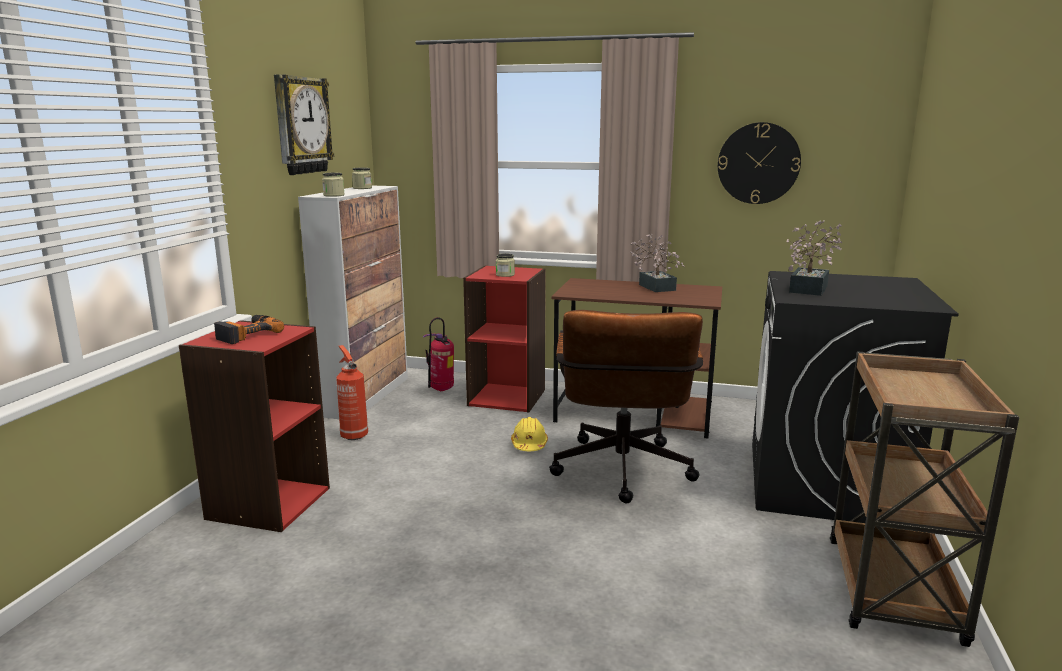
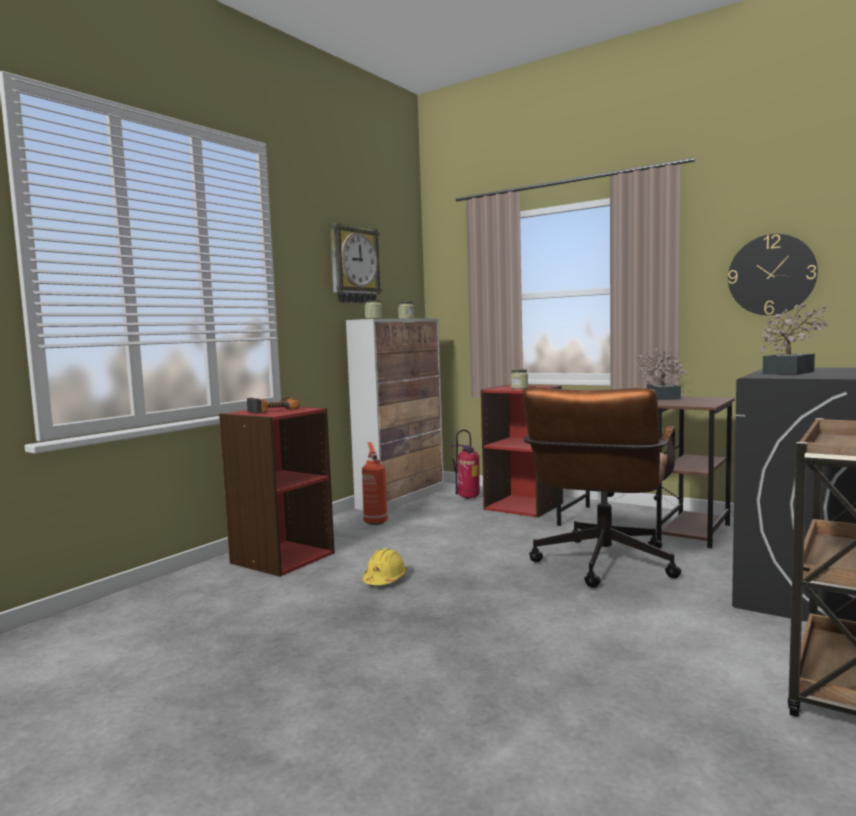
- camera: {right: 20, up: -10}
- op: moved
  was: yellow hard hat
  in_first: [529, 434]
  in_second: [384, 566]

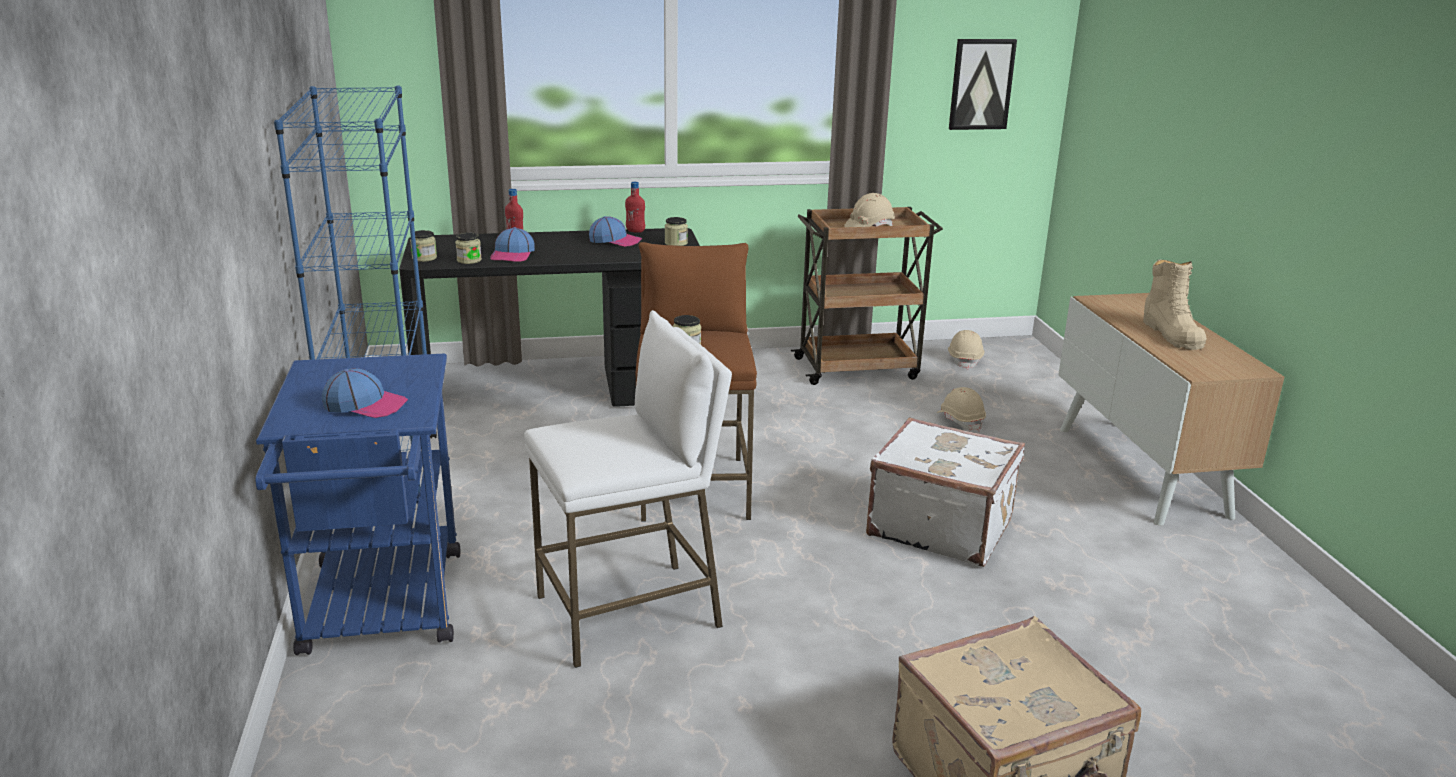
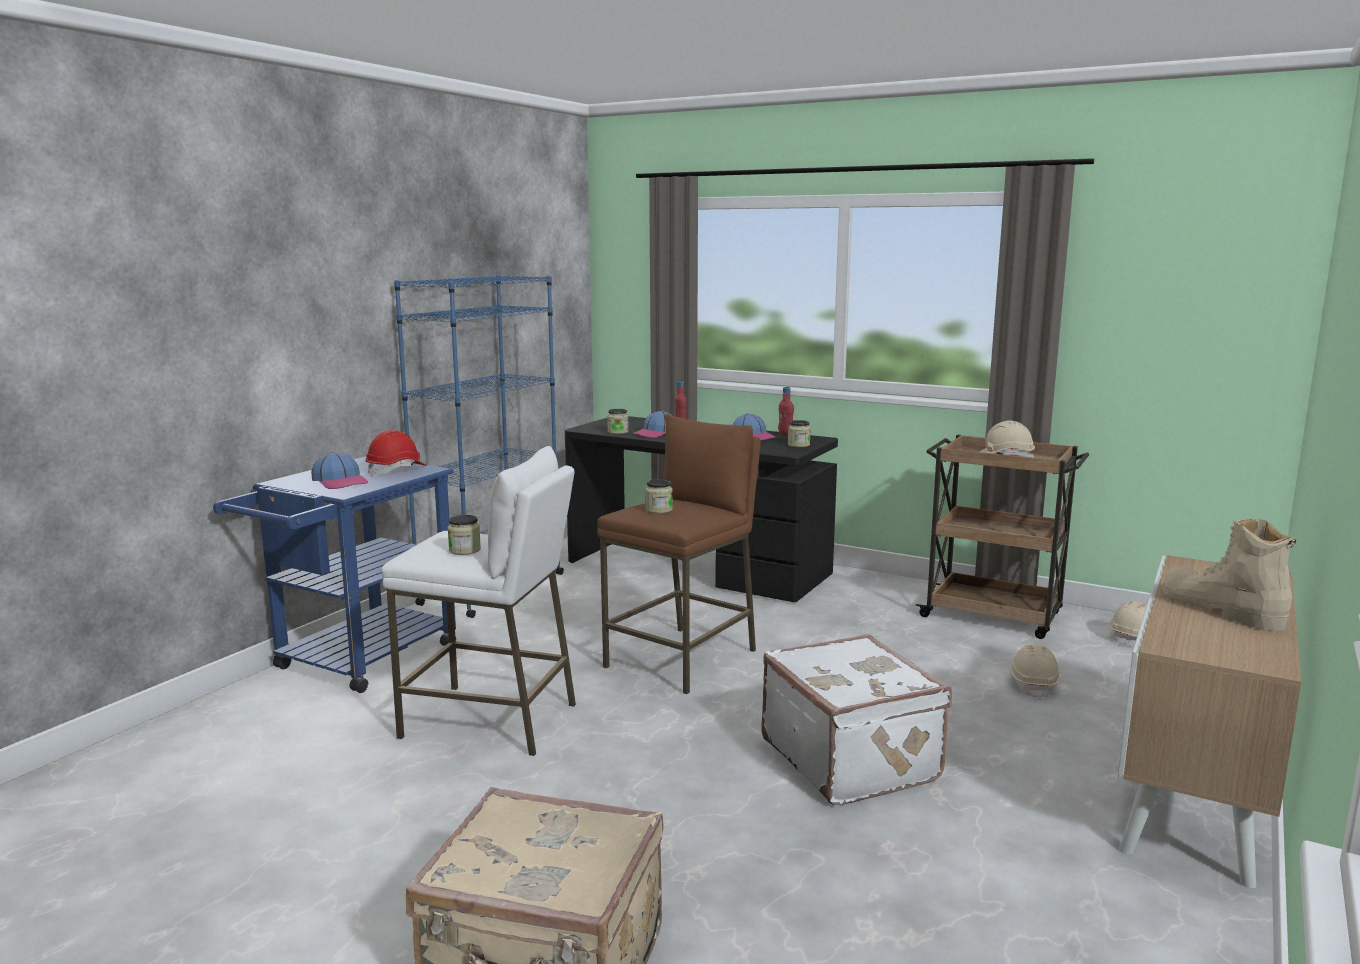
- camera: {right: 40, up: -10}
- op: moved
  was: jar
  in_first: [423, 246]
  in_second: [464, 535]
- op: removed
  was: picture
  in_first: [983, 84]
- op: turned
  was: beige boot
  in_first: [1175, 304]
  in_second: [1229, 575]
  clockwise: 120
- op: added
  now: red hard hat
  in_second: [396, 453]

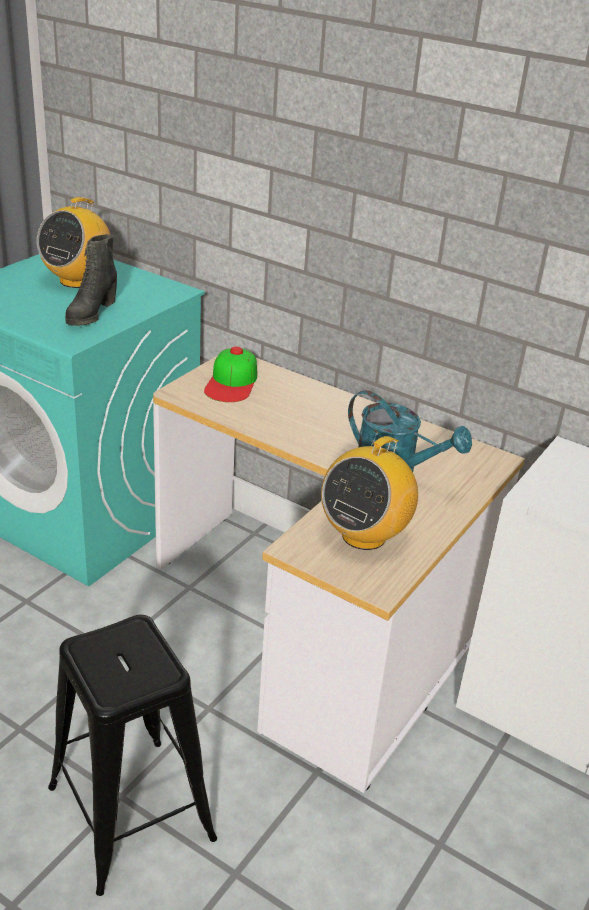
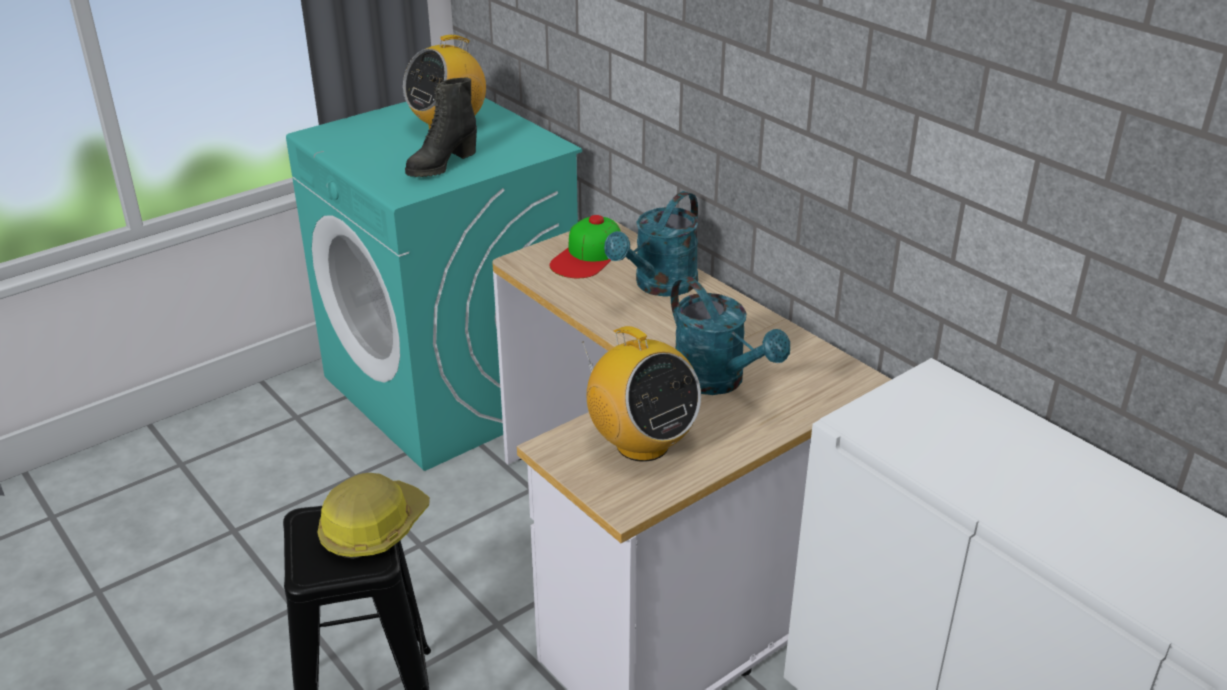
- camera: {right: 20, up: 0}
- op: turned
  was: radio
  in_first: [369, 491]
  in_second: [641, 394]
  clockwise: -90
- op: added
  now: hard hat
  in_second: [373, 516]
- op: added
  now: turquoise watering can
  in_second: [651, 244]

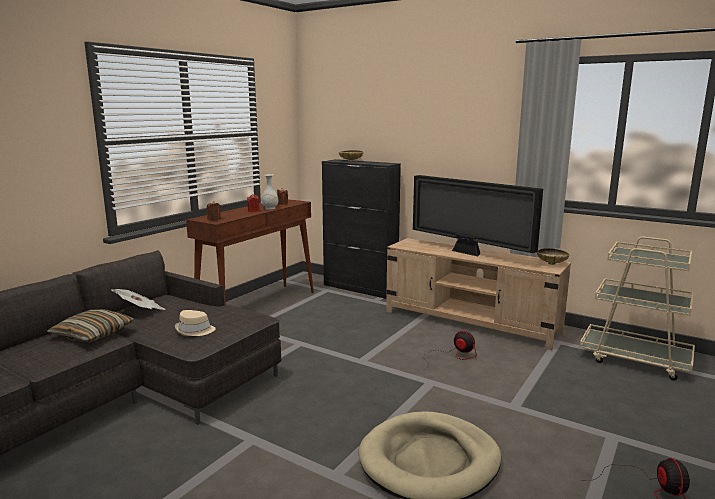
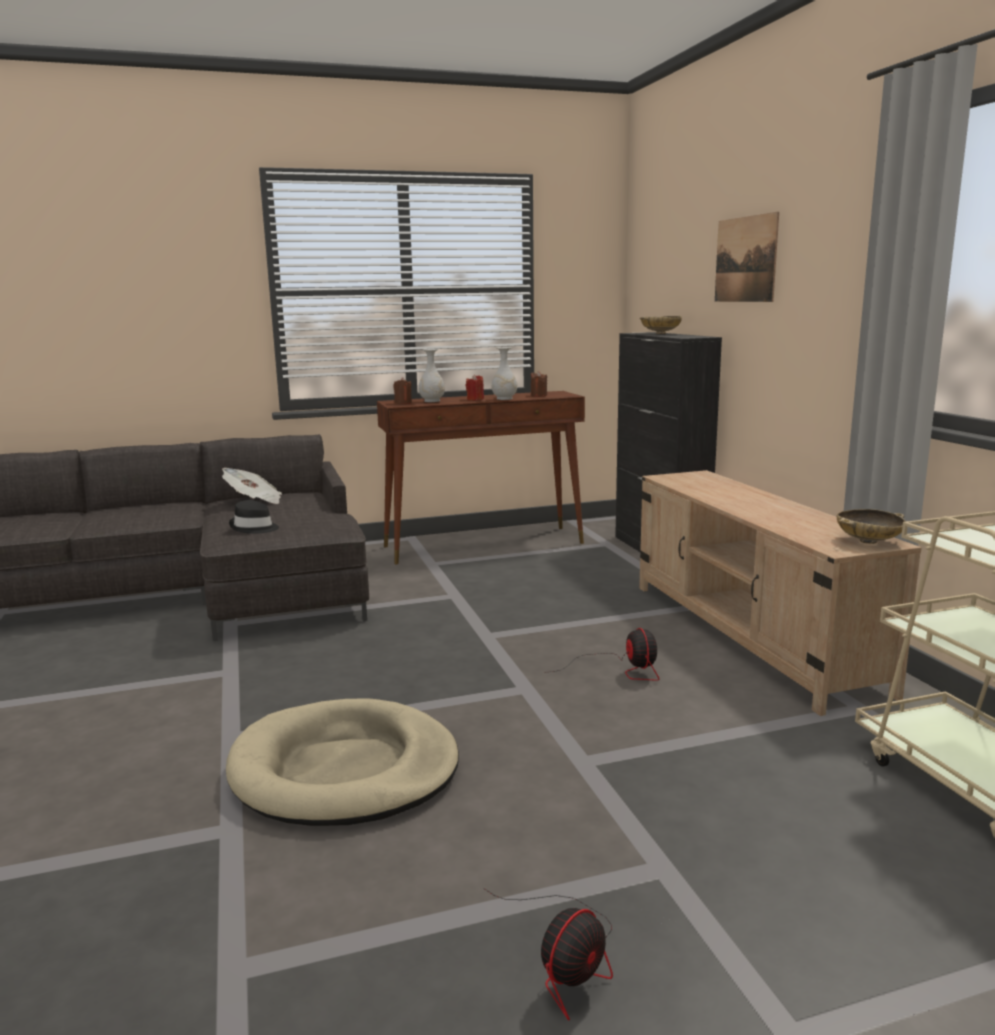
- camera: {right: 40, up: 0}
- op: removed
  was: pillow
  in_first: [90, 325]
- op: recoloured
  was: beige hat
  now: black hat
  in_first: [195, 323]
  in_second: [254, 517]
- op: removed
  was: television
  in_first: [478, 215]
- op: added
  now: white vase
  in_second: [432, 375]
- op: added
  now: picture
  in_second: [747, 257]

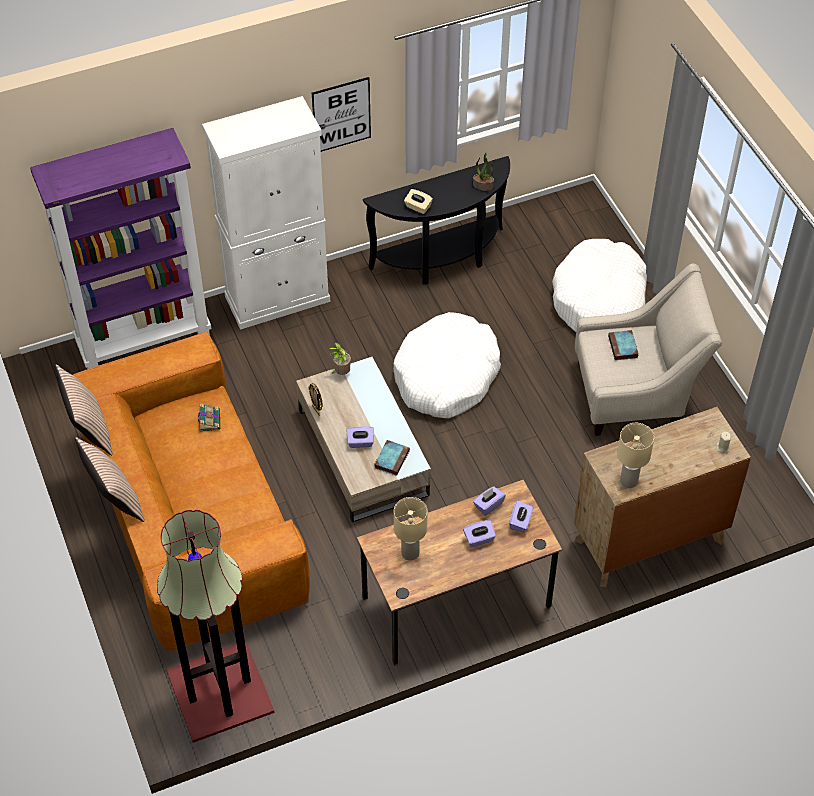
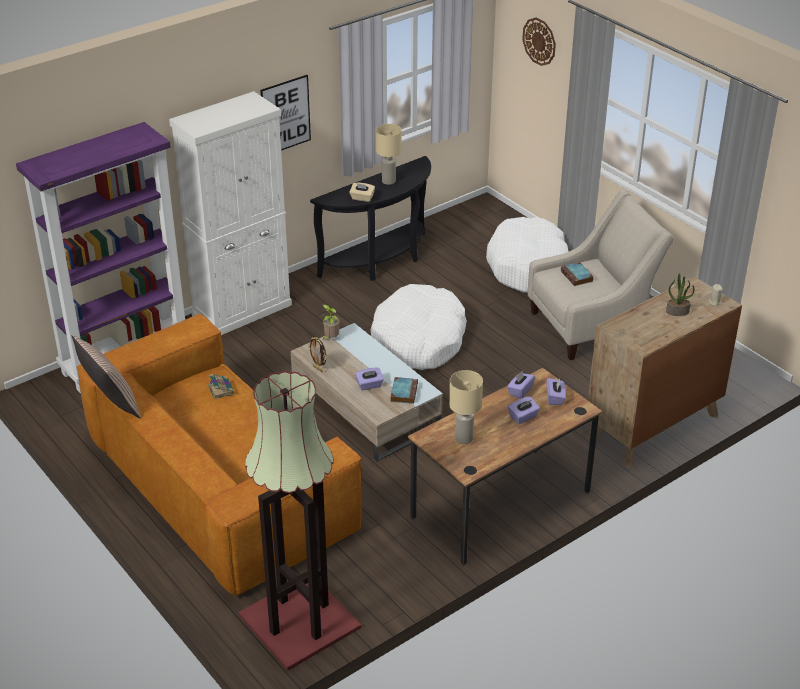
- camera: {right: -15, up: -15}
- op: removed
  was: pillow
  in_first: [110, 479]
- op: moved
  was: potted plant
  in_first: [483, 172]
  in_second: [680, 294]
- op: moved
  was: beige table lamp
  in_first: [635, 455]
  in_second: [388, 154]
- op: added
  now: wall clock
  in_second: [539, 41]

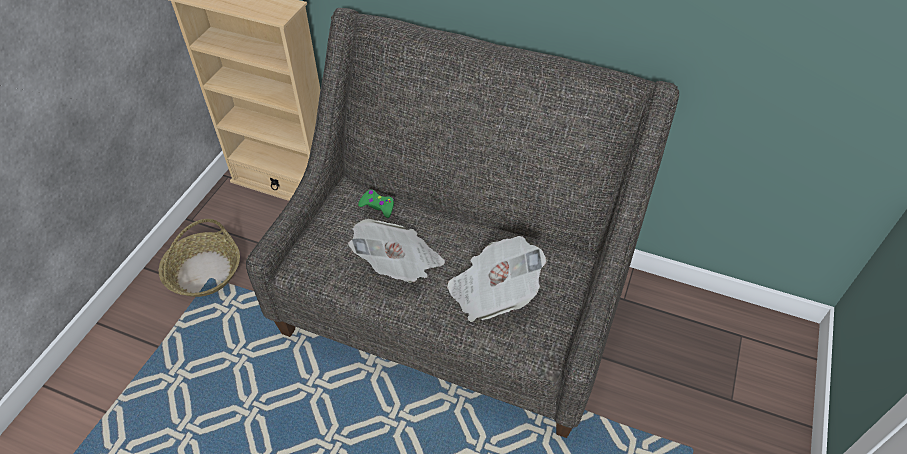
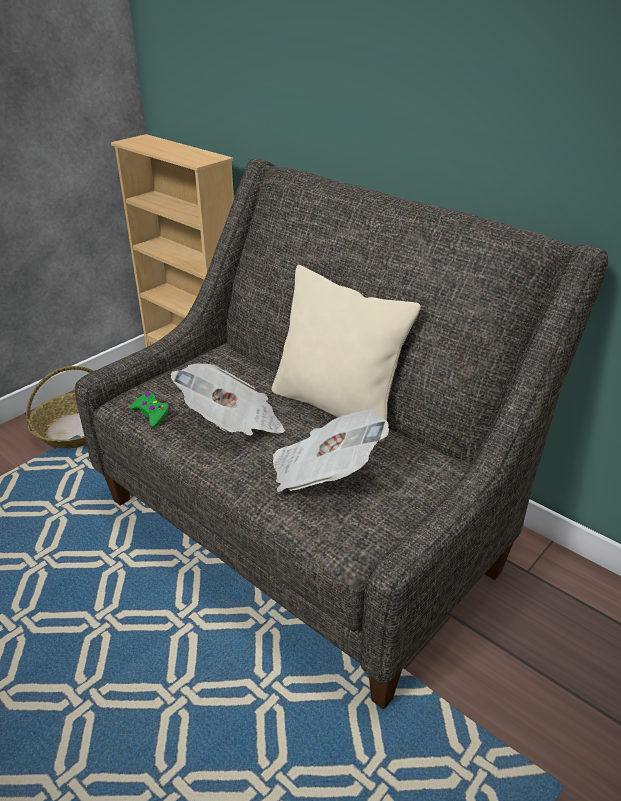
- camera: {right: 20, up: -15}
- op: moved
  was: green game controller
  in_first: [376, 203]
  in_second: [150, 409]
- op: added
  now: beige pillow
  in_second: [346, 353]

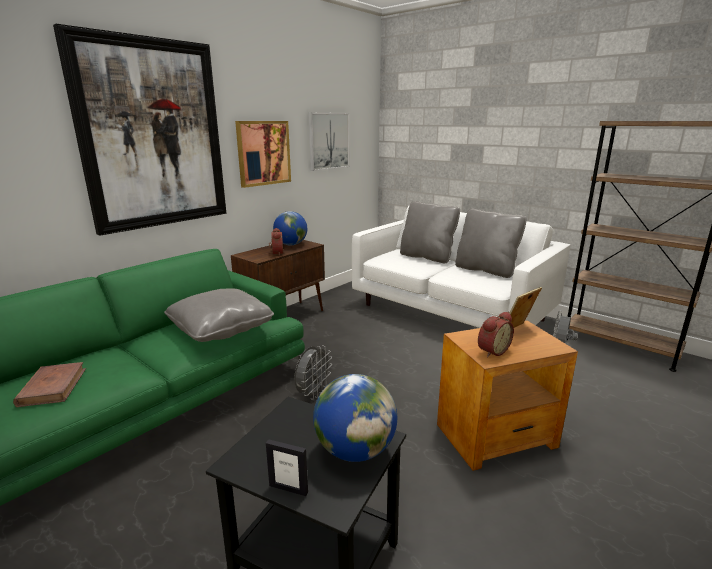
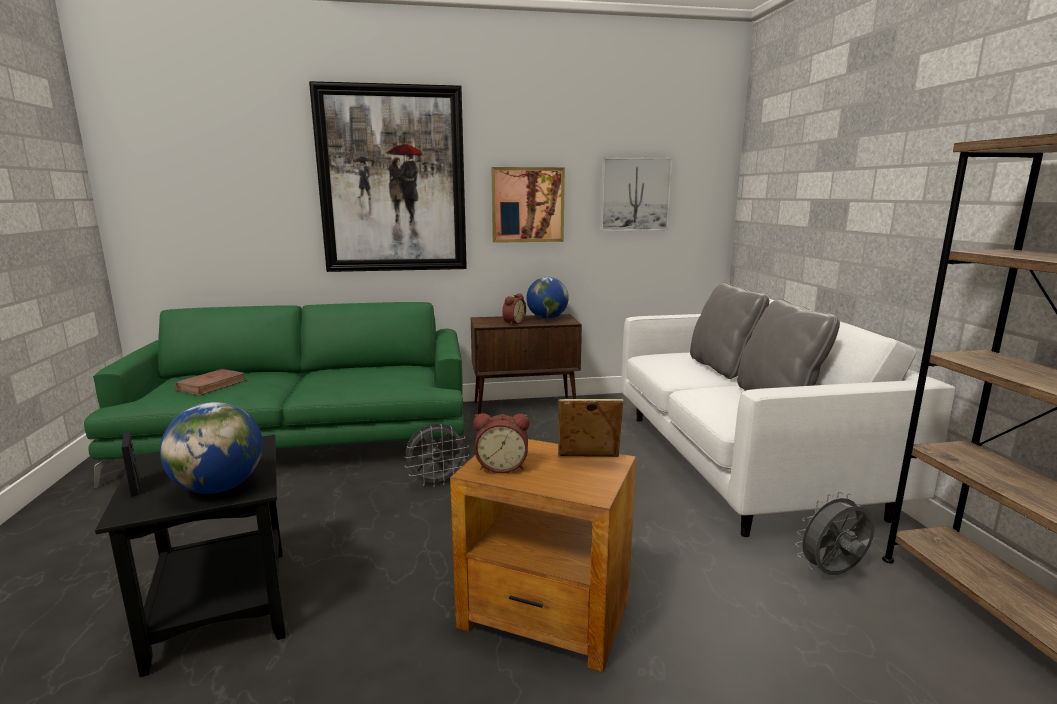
- camera: {right: 40, up: -5}
- op: removed
  was: grey pillow
  in_first: [219, 315]

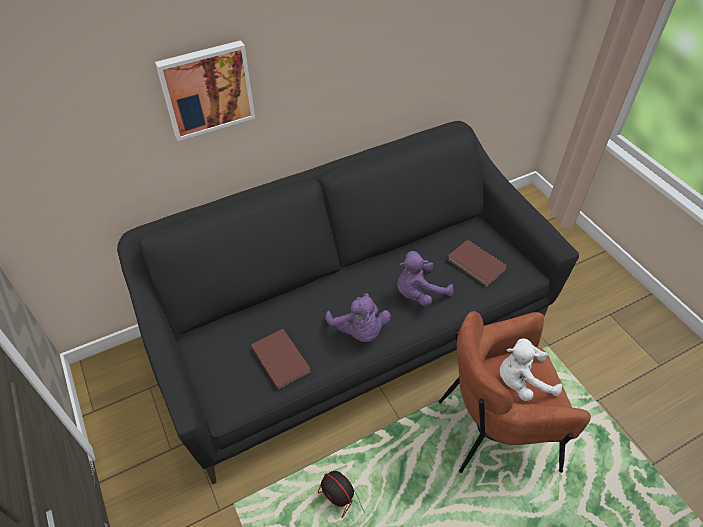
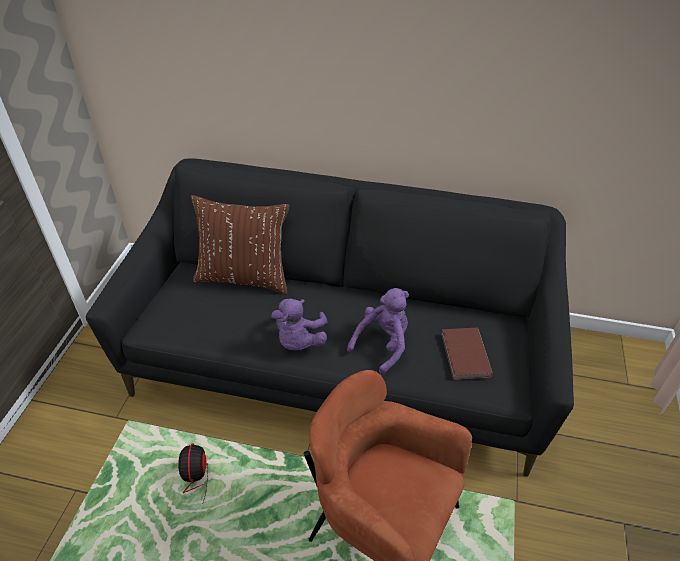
- camera: {right: 40, up: -5}
- op: removed
  was: picture
  in_first: [205, 90]
- op: removed
  was: brown book
  in_first: [281, 359]
- op: turned
  was: purple plush toy
  in_first: [425, 279]
  in_second: [378, 331]
  clockwise: 120
- op: removed
  was: white plush toy
  in_first: [531, 369]
- op: added
  now: brown pillow
  in_second: [240, 245]

